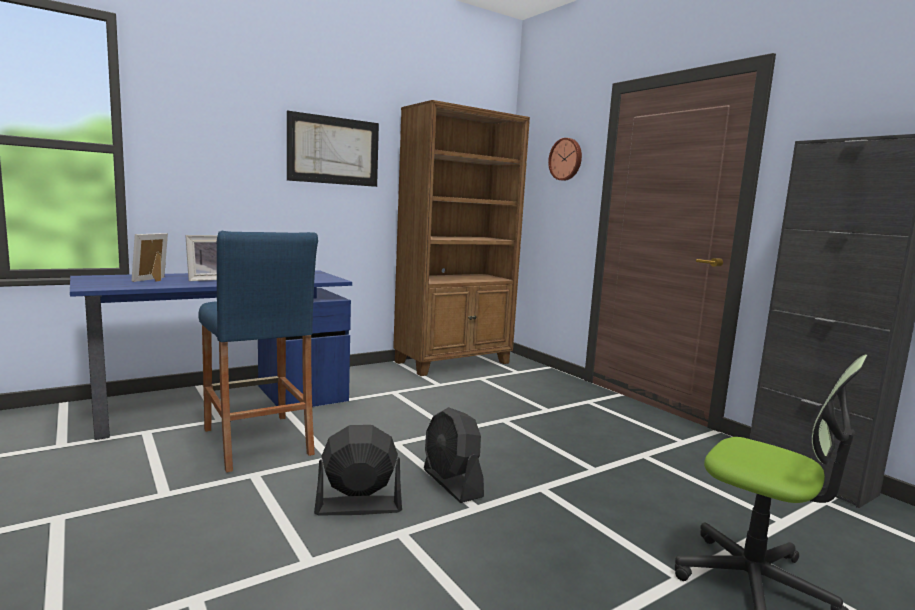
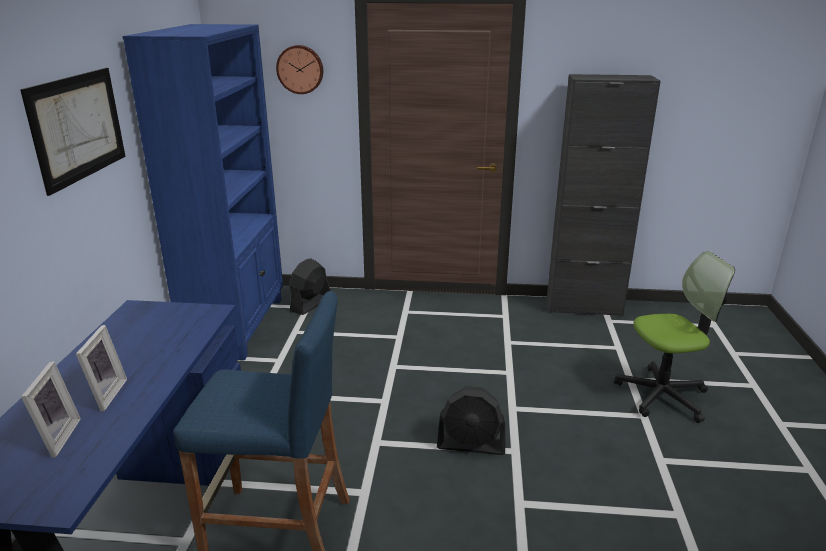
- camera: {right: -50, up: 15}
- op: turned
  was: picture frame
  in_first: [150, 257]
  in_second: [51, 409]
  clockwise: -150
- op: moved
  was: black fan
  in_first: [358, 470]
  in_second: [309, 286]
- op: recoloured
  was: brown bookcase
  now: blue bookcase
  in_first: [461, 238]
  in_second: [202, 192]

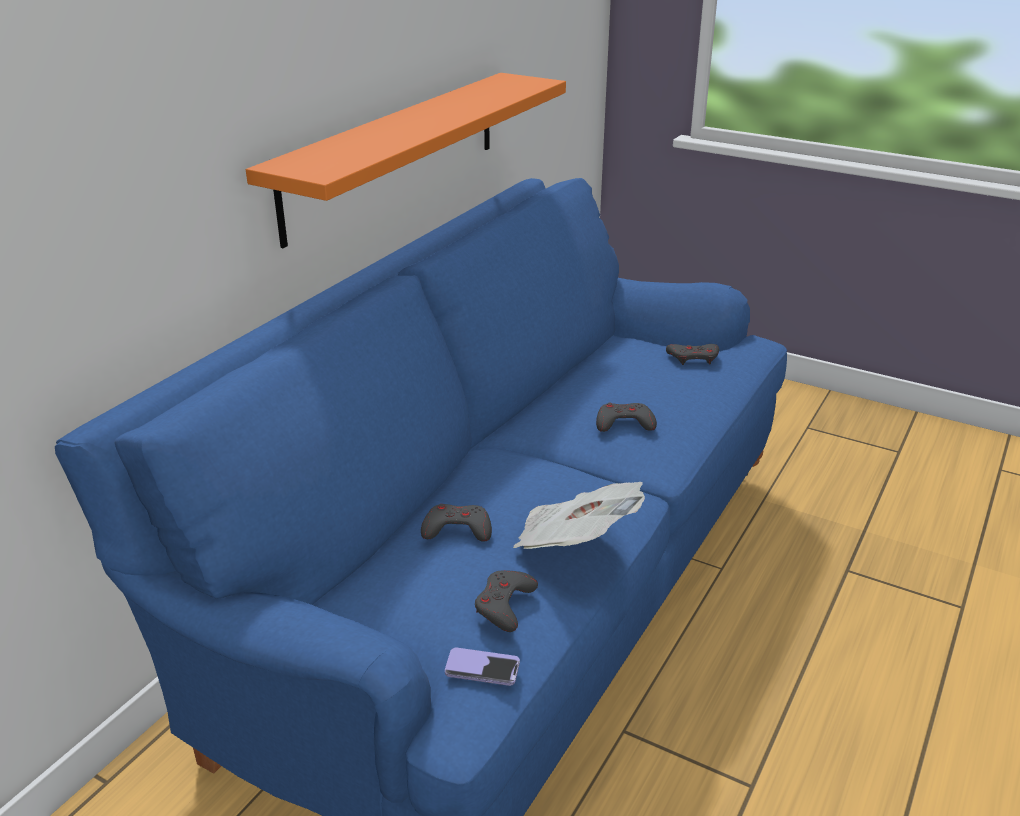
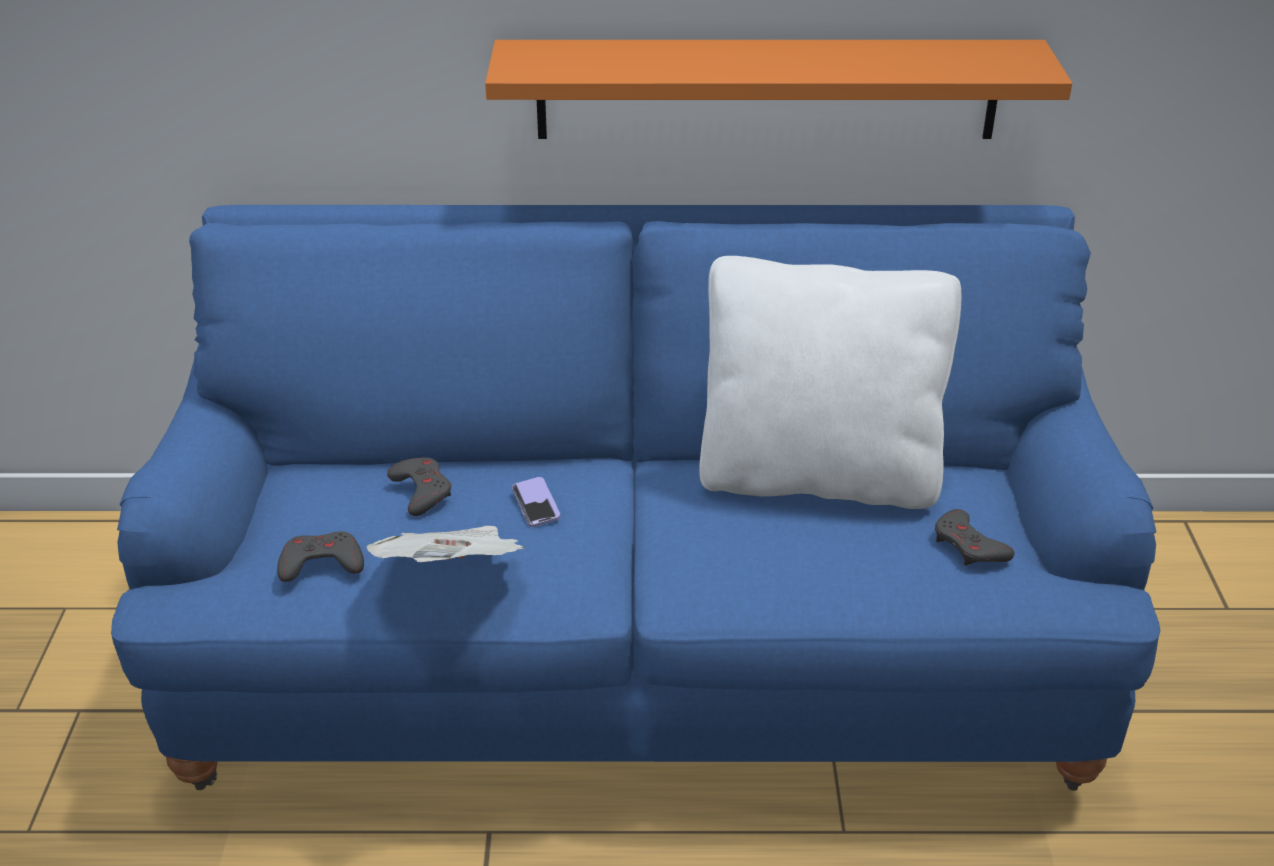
- camera: {right: 60, up: 5}
- op: moved
  was: phone
  in_first: [482, 667]
  in_second: [536, 502]
- op: removed
  was: grey game controller
  in_first: [626, 417]
- op: added
  now: white pillow
  in_second: [830, 382]

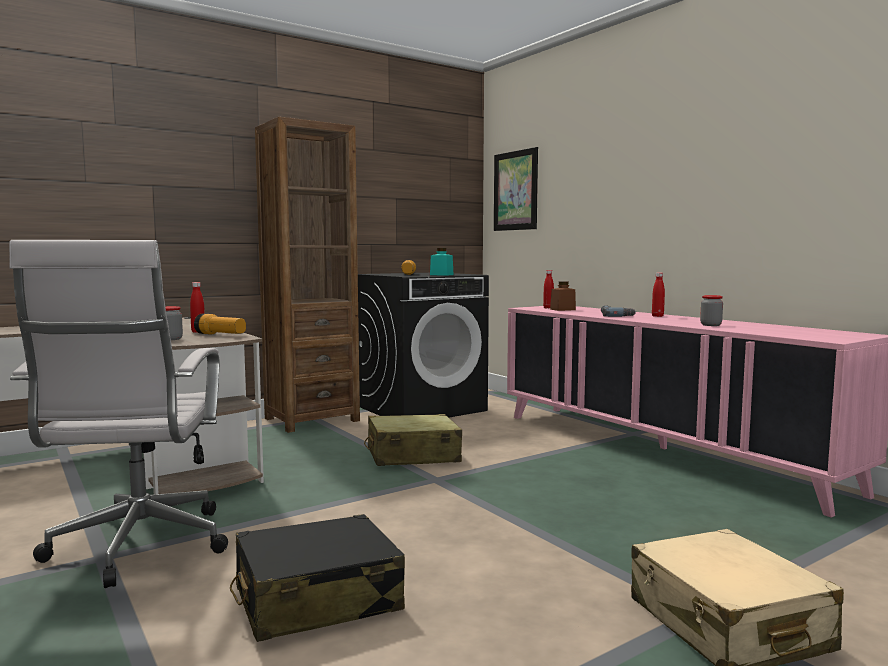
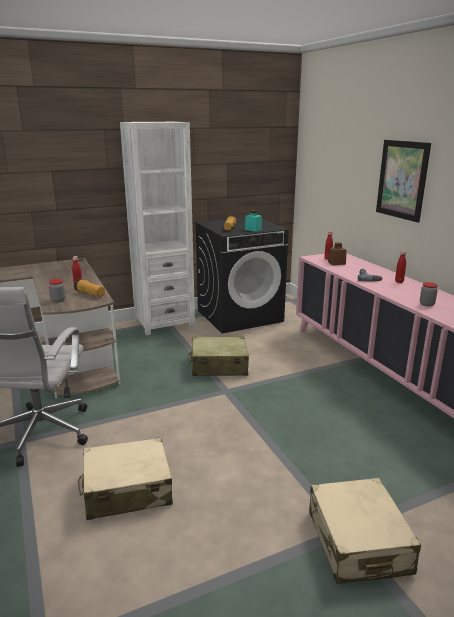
- camera: {right: 10, up: 15}
- op: recoloured
  was: black suitcase
  now: beige suitcase
  in_first: [317, 578]
  in_second: [125, 478]
- op: recoloured
  was: brown bookcase
  now: white bookcase
  in_first: [307, 275]
  in_second: [157, 229]
- op: moved
  was: picture
  in_first: [516, 189]
  in_second: [403, 181]

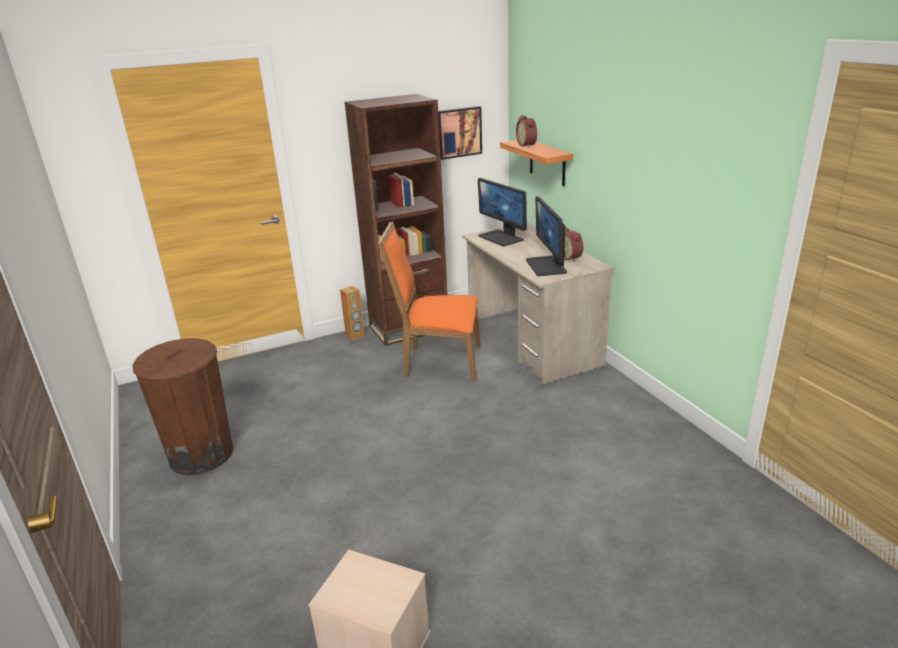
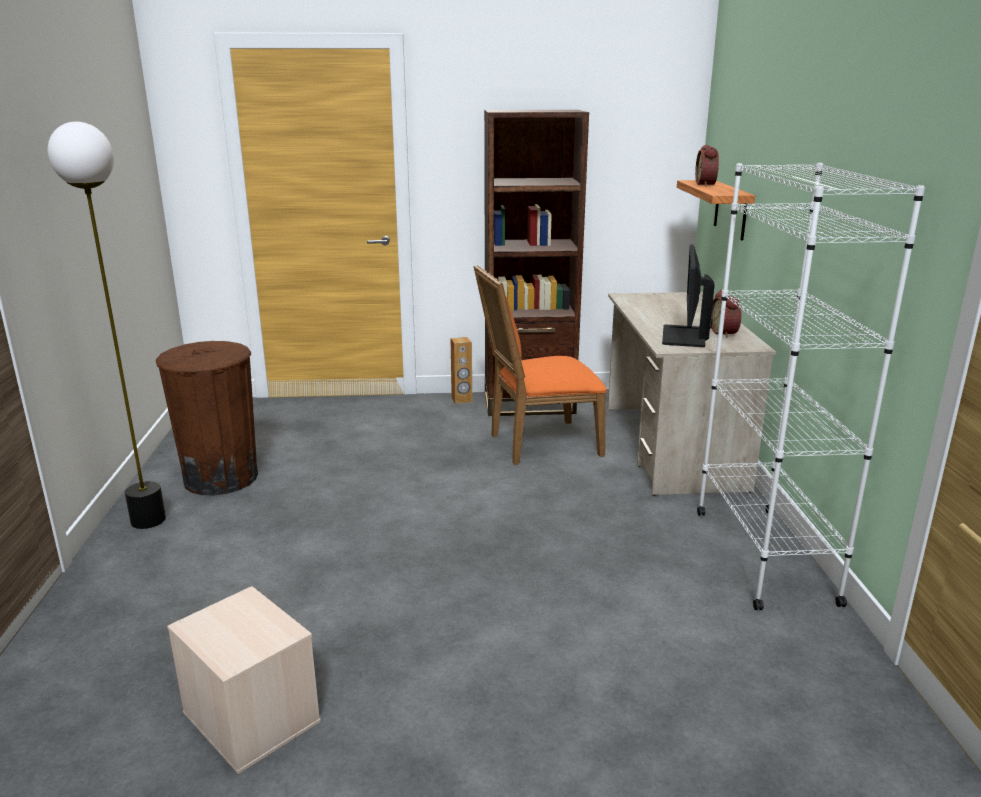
- camera: {right: 20, up: -5}
- op: turned
  was: orange chair
  in_first: [429, 301]
  in_second: [540, 365]
  clockwise: -45
- op: removed
  was: picture
  in_first: [460, 133]
- op: removed
  was: monitor
  in_first: [502, 212]
- op: added
  now: floor lamp
  in_second: [107, 325]
- op: added
  now: white bookcase
  in_second: [811, 386]

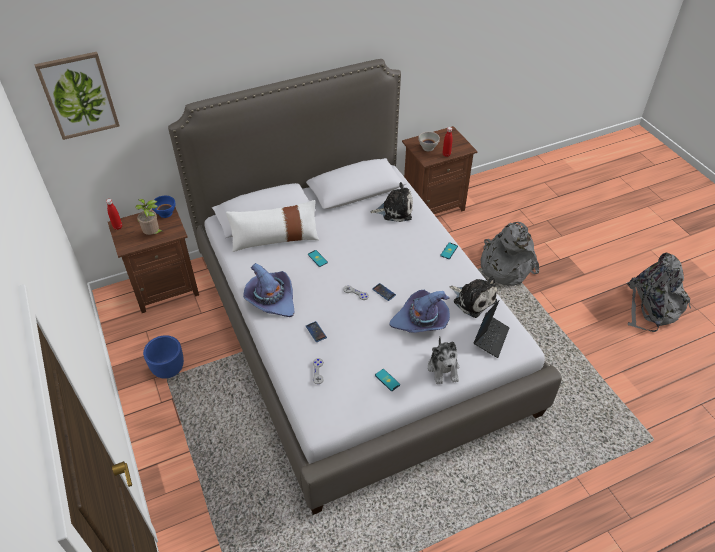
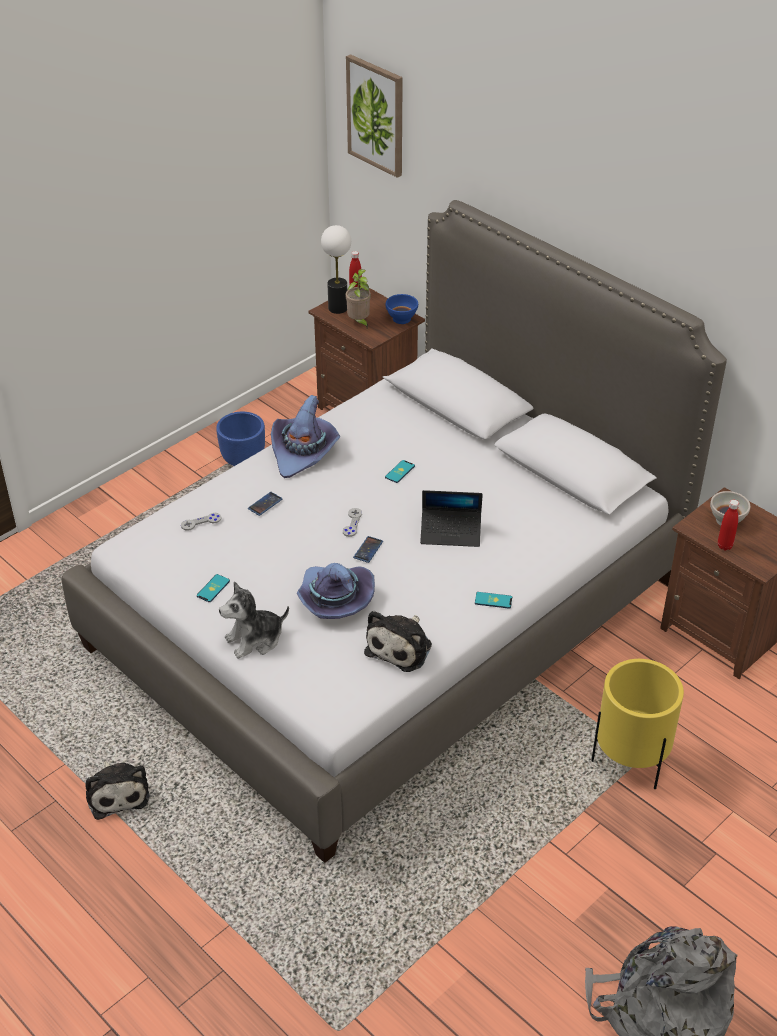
- camera: {right: 70, up: -5}
- op: removed
  was: white pillow
  in_first: [272, 226]
- op: moved
  was: plush toy
  in_first: [391, 202]
  in_second: [117, 790]
- op: moved
  was: laptop
  in_first: [491, 329]
  in_second: [451, 518]
- op: replaced
  was: grey backpack
  now: yellow planter
  in_first: [510, 254]
  in_second: [637, 724]
- op: added
  now: table lamp
  in_second: [336, 269]

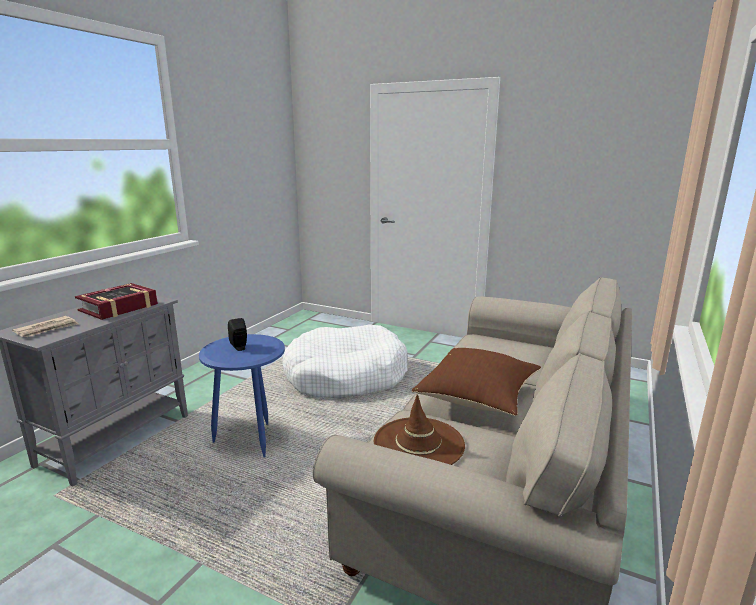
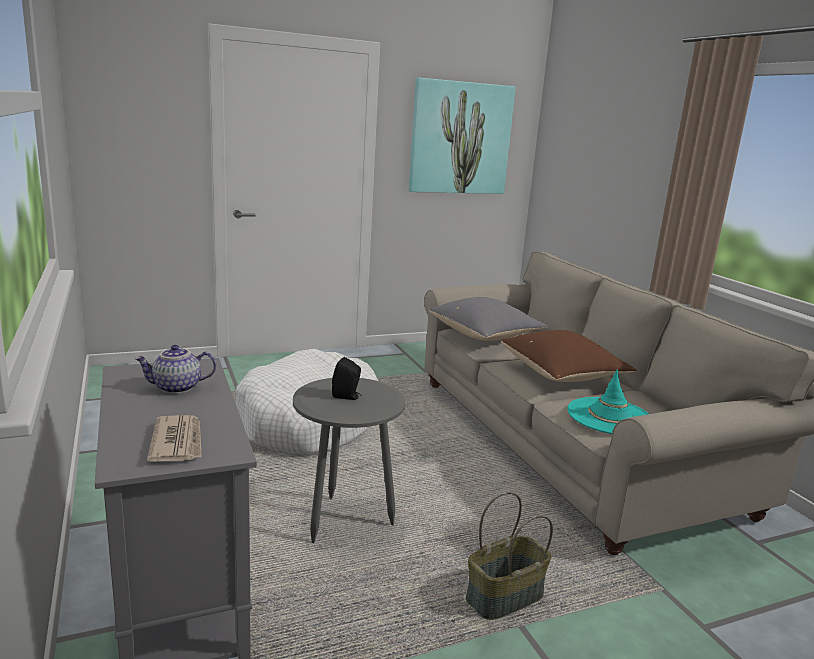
- camera: {right: -50, up: 0}
- op: replaced
  was: book
  now: teapot
  in_first: [116, 301]
  in_second: [175, 369]
- op: recoloured
  was: blue side table
  now: grey side table
  in_first: [242, 395]
  in_second: [349, 460]
- op: recoloured
  was: brown hat
  now: turquoise hat
  in_first: [419, 429]
  in_second: [608, 401]
- op: added
  now: picture
  in_second: [462, 136]
- op: added
  now: grey pillow
  in_second: [488, 319]
- op: added
  now: basket
  in_second: [509, 556]

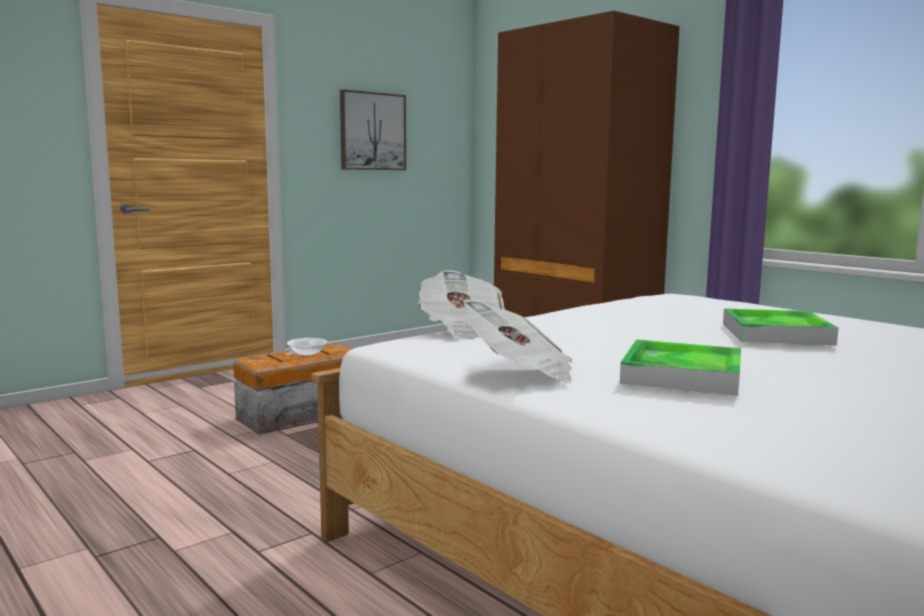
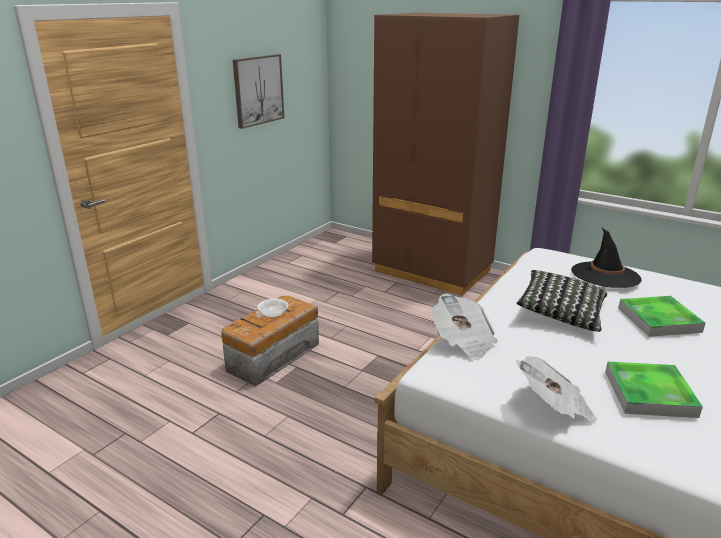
- camera: {right: -15, up: 15}
- op: added
  now: pillow
  in_second: [561, 301]
- op: added
  now: black hat
  in_second: [606, 258]

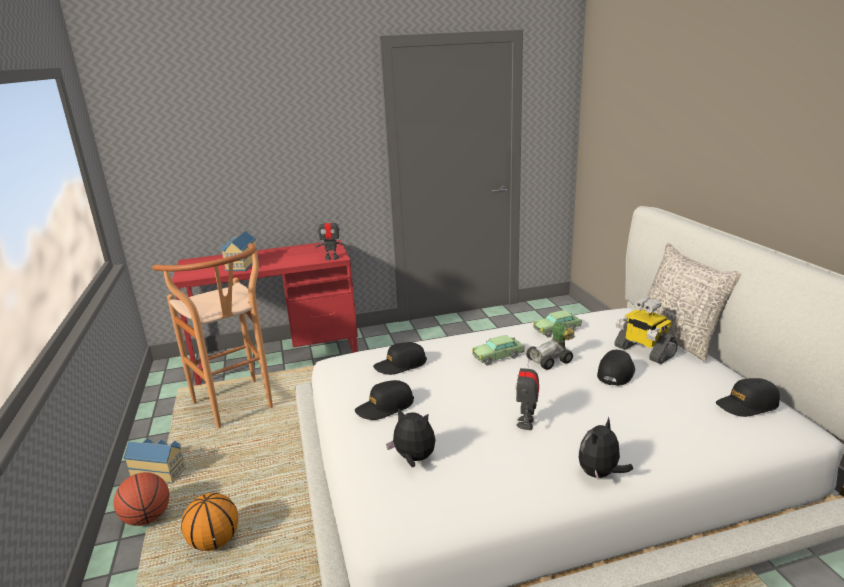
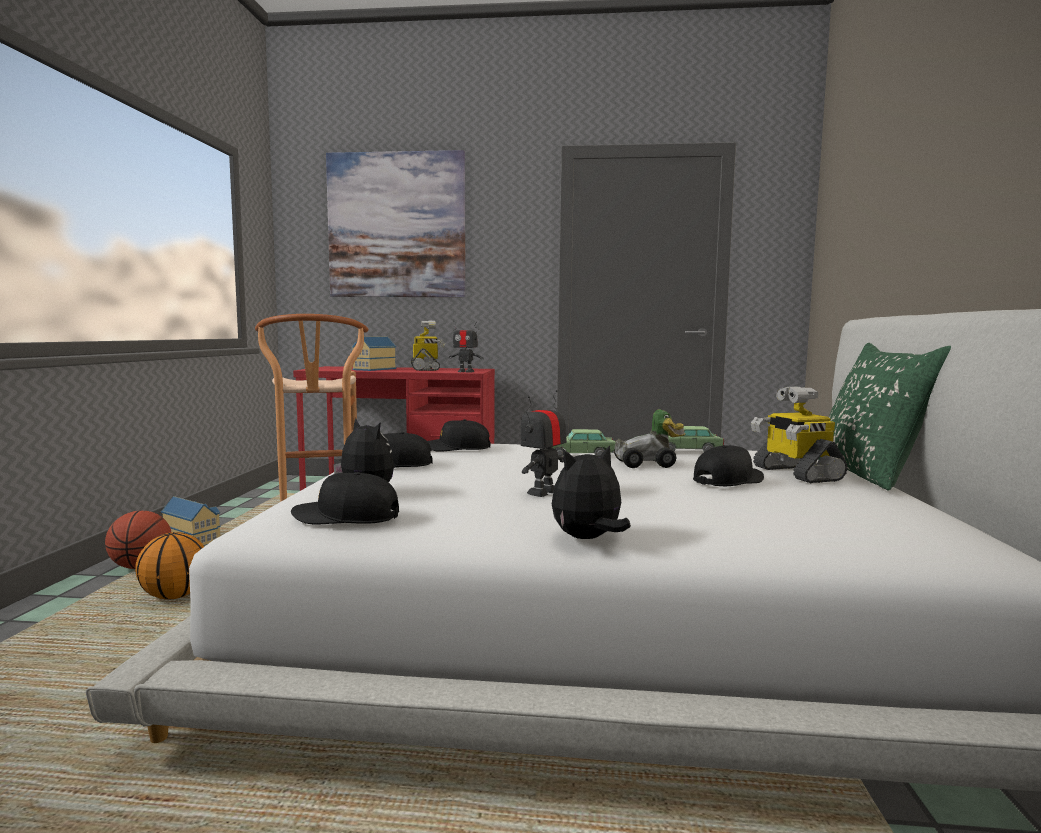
- camera: {right: 20, up: -15}
- op: recoloured
  was: grey pillow
  now: green pillow
  in_first: [692, 302]
  in_second: [884, 416]
- op: moved
  was: black cap
  in_first: [748, 397]
  in_second: [345, 498]
- op: added
  now: picture
  in_second: [395, 223]
- op: added
  now: toy robot
  in_second: [428, 346]

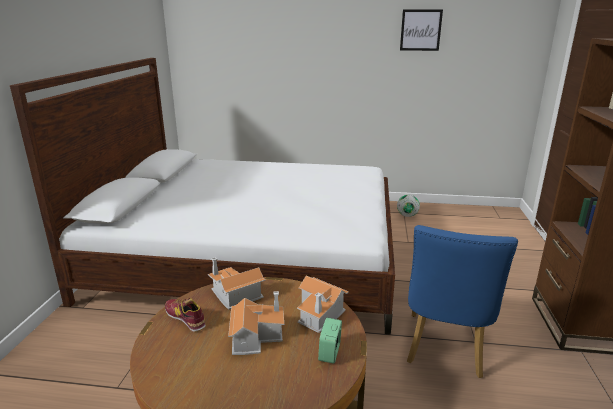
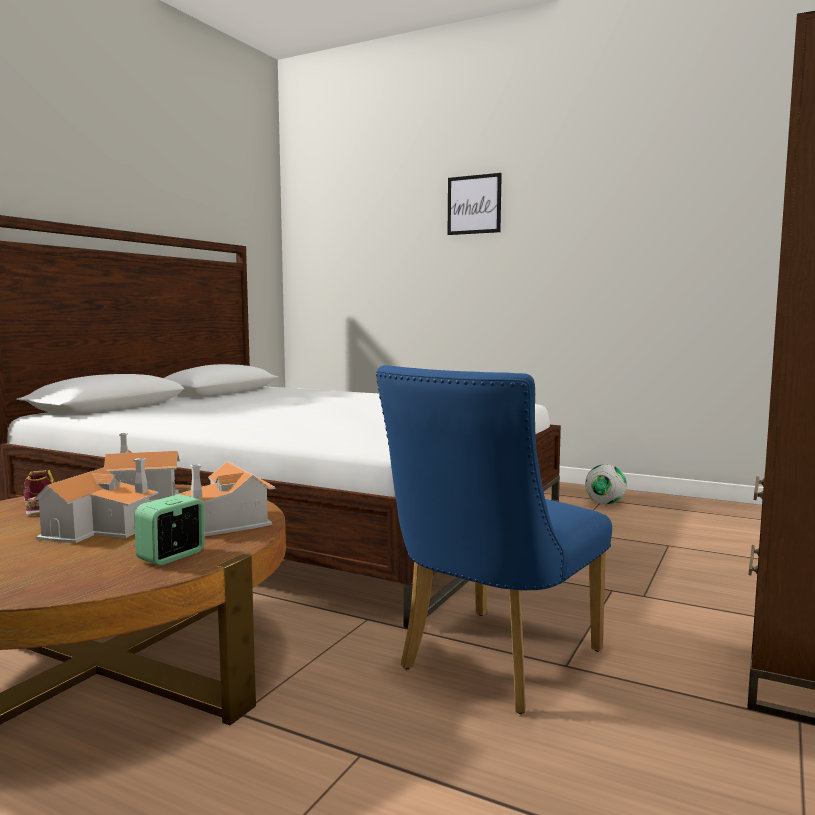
- camera: {right: 20, up: -15}
- op: moved
  was: picture
  in_first: [421, 30]
  in_second: [475, 204]

